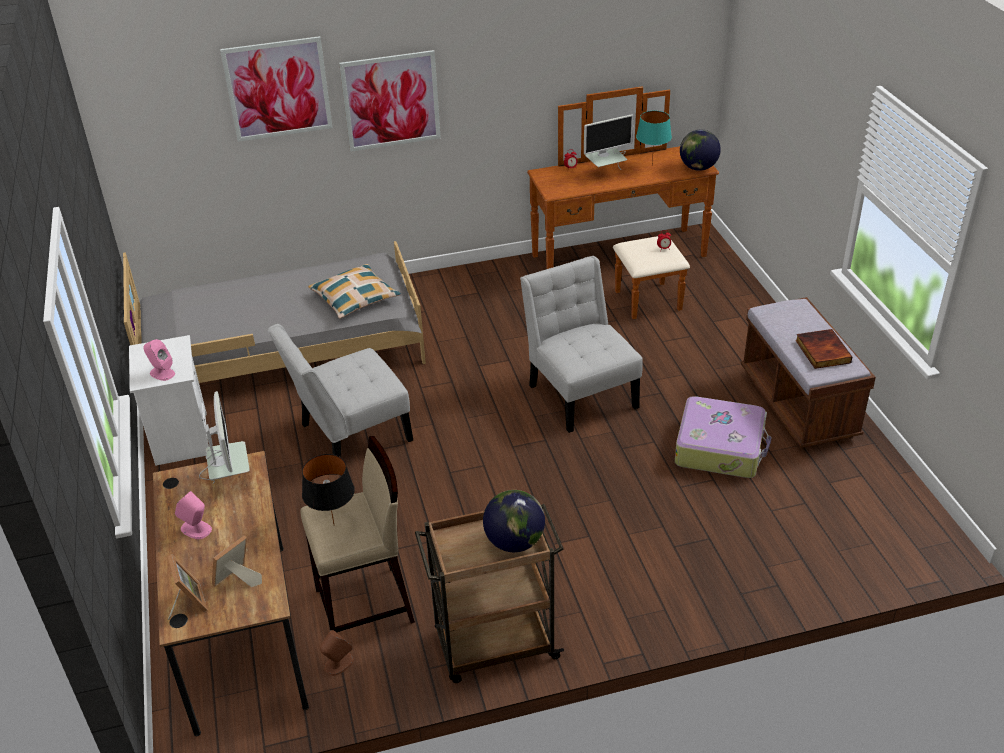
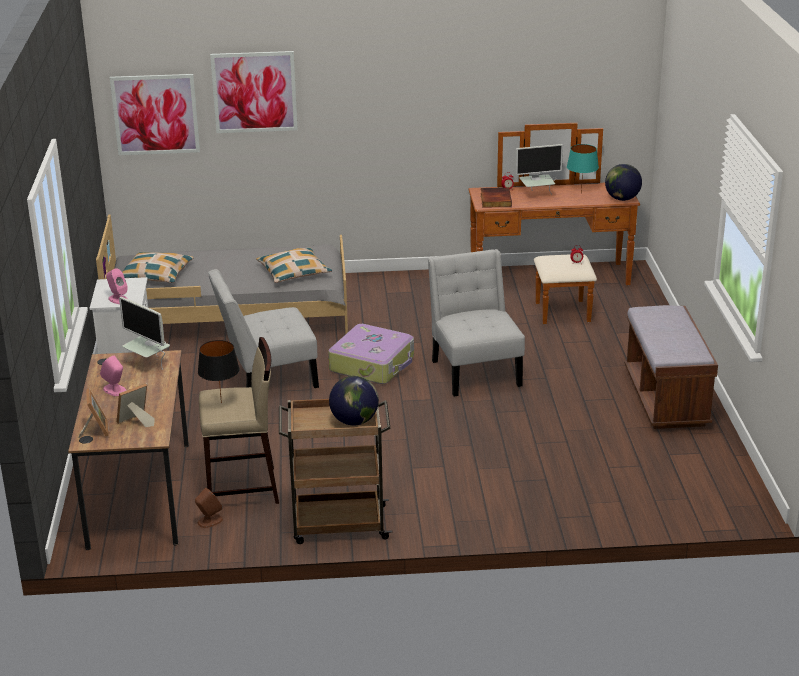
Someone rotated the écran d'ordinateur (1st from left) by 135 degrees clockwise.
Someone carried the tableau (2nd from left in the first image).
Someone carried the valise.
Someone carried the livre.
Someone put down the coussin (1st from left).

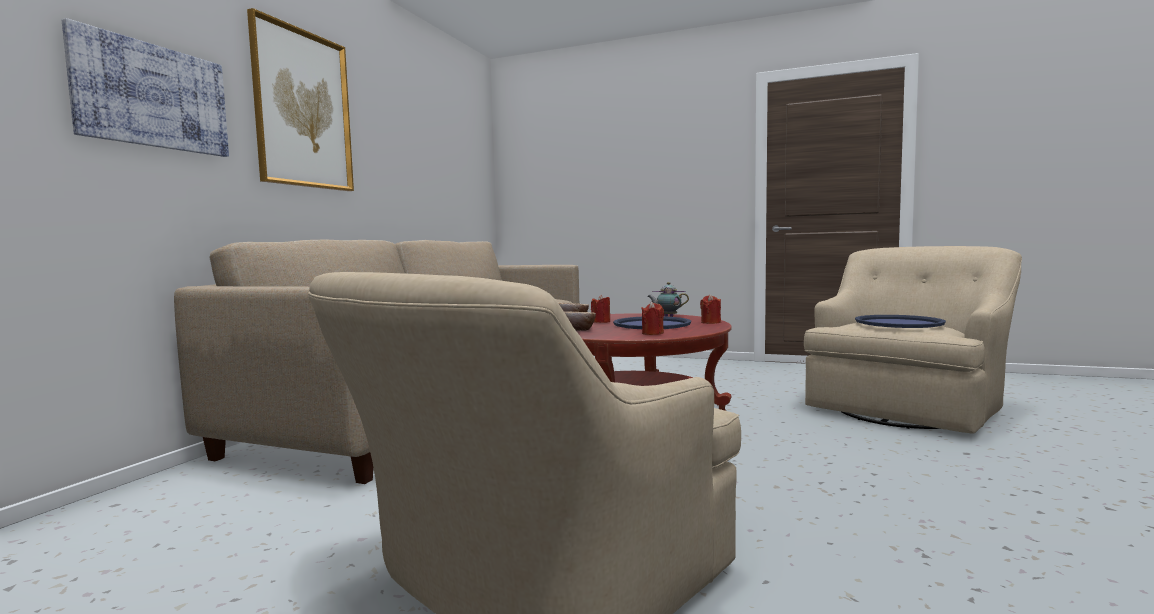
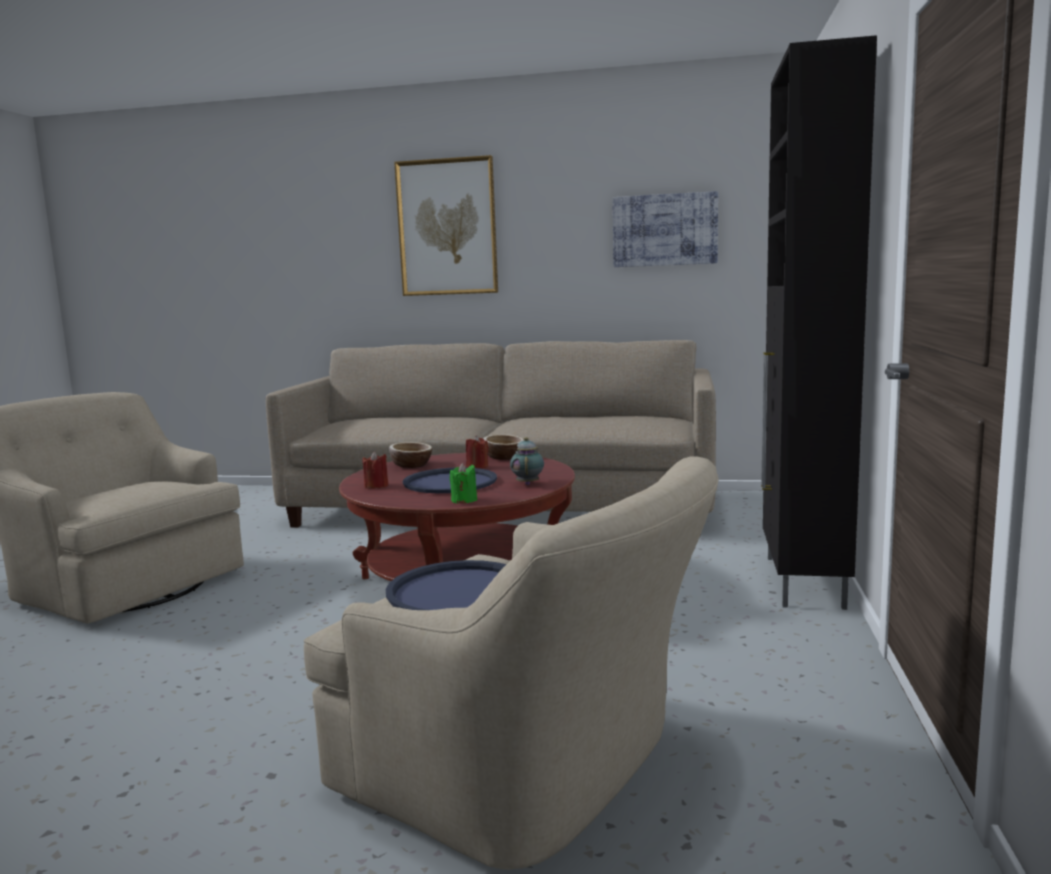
Someone carried the tableau (1st from left in the first image).
Someone repainted the bougie [rouge] (3rd from left), which became the bougie [vert].
Someone put down the meuble de rangement [noir].

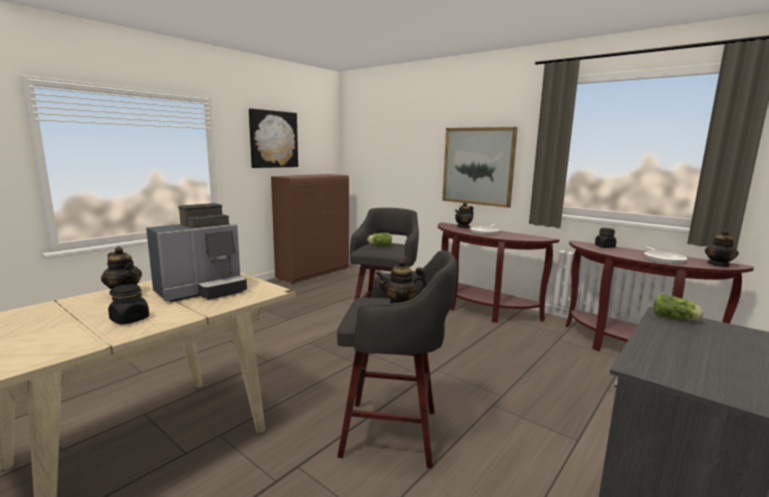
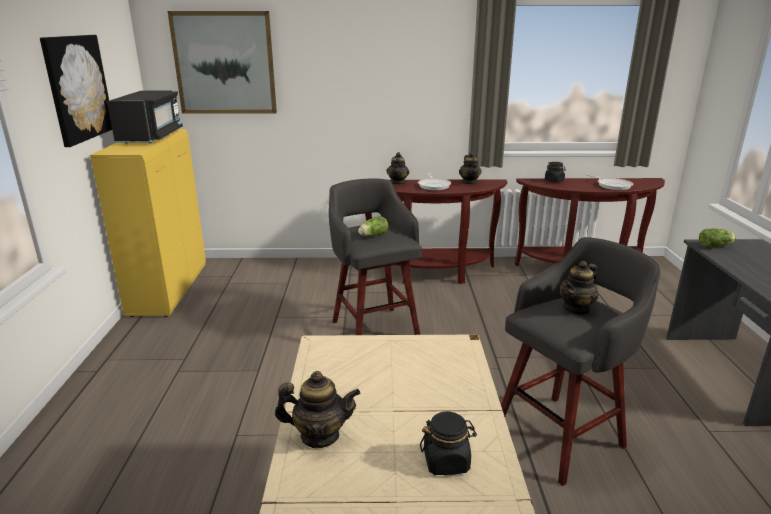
Someone took away the machine à café.
Someone repainted the meuble de rangement [marron], which became the meuble de rangement [jaune].
Someone carried the tableau (2nd from left).
Someone carried the théière (4th from left in the first image).
Someone put down the micro-ondes [noir].

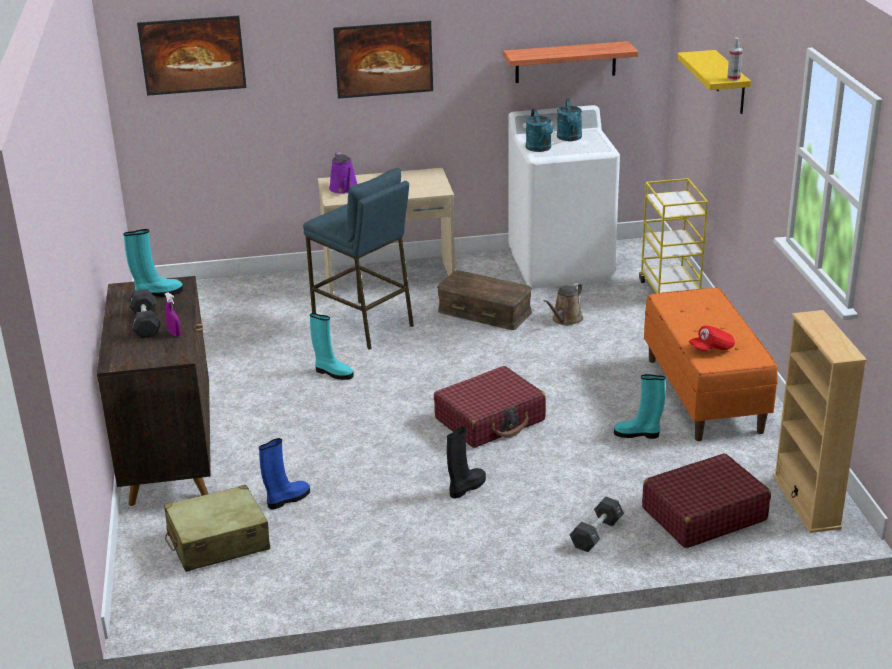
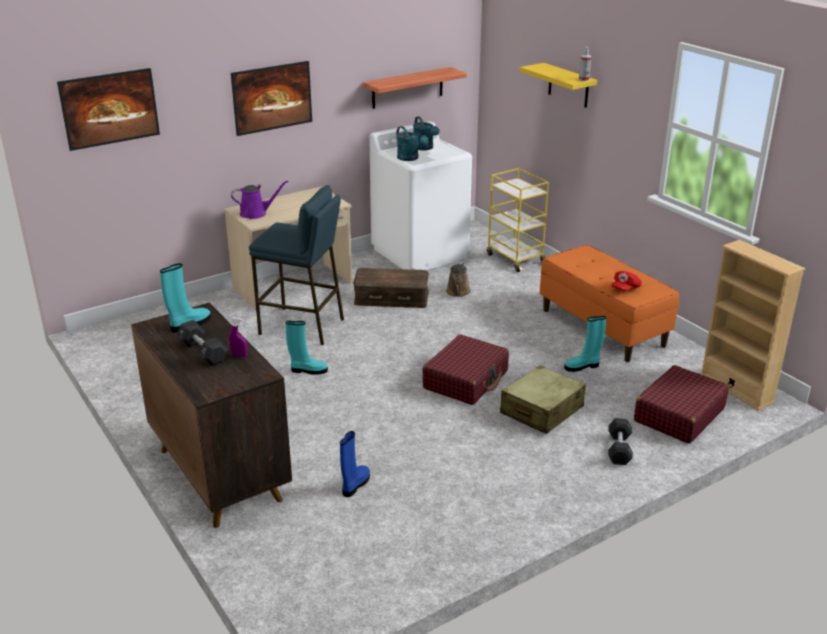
Someone carried the valise [beige].
Someone rotated the arrosoir [violet] by 60 degrees counterclockwise.
Someone took away the botte [noir].

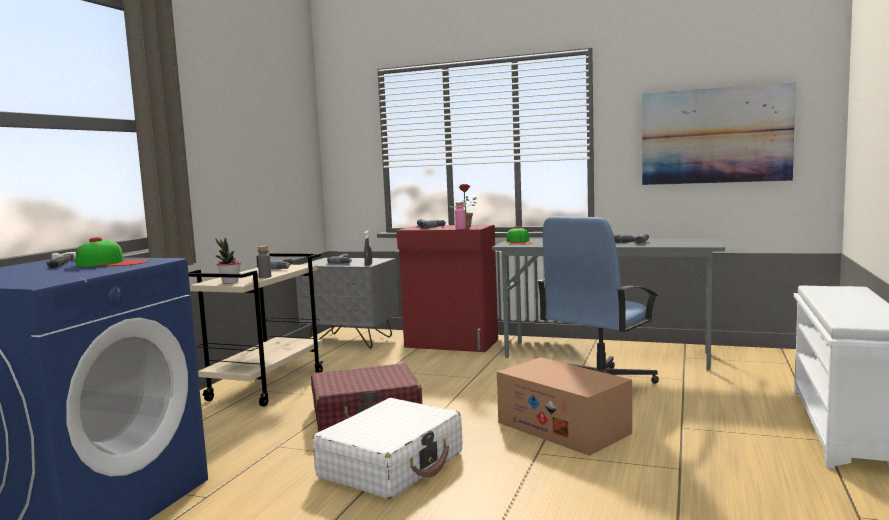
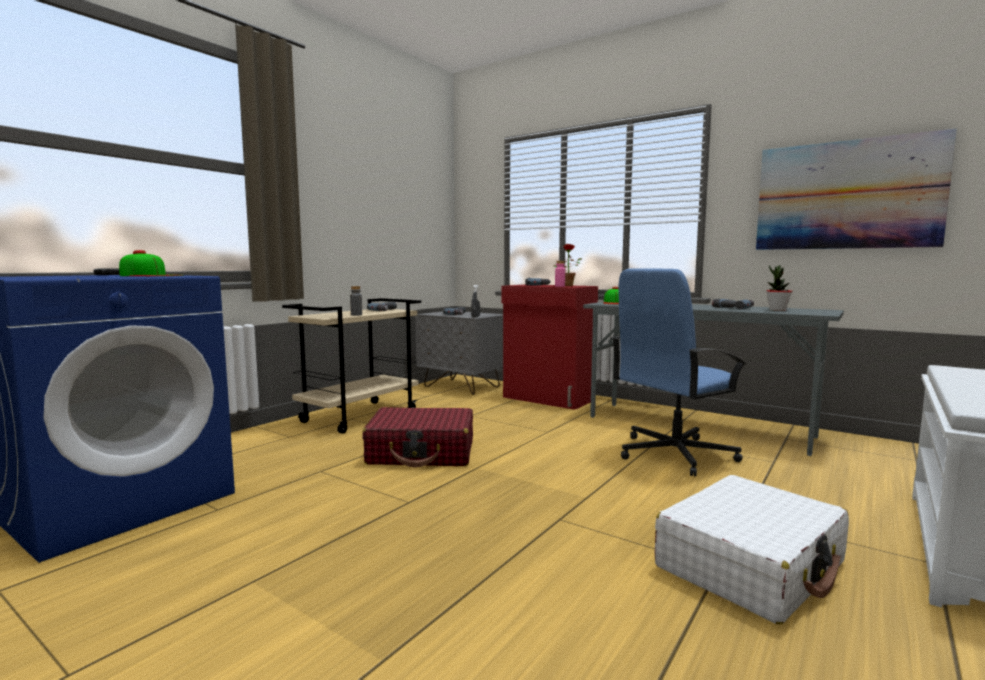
Someone carried the plante en pot (1st from left in the first image).
Someone carried the valise [blanc].
Someone took away the carton.

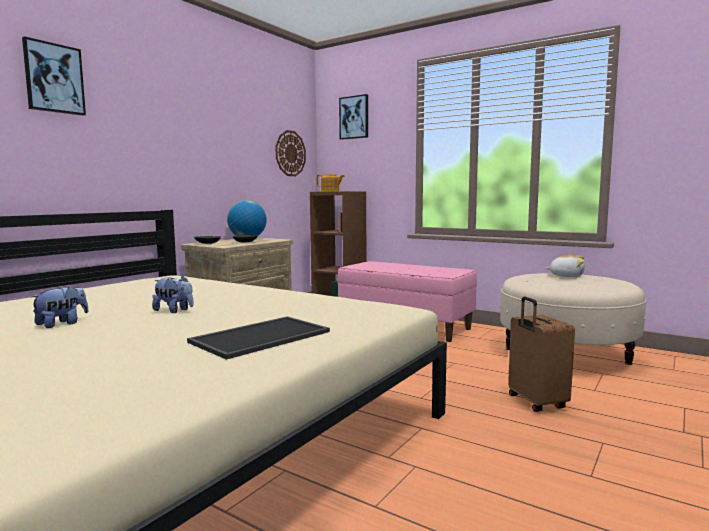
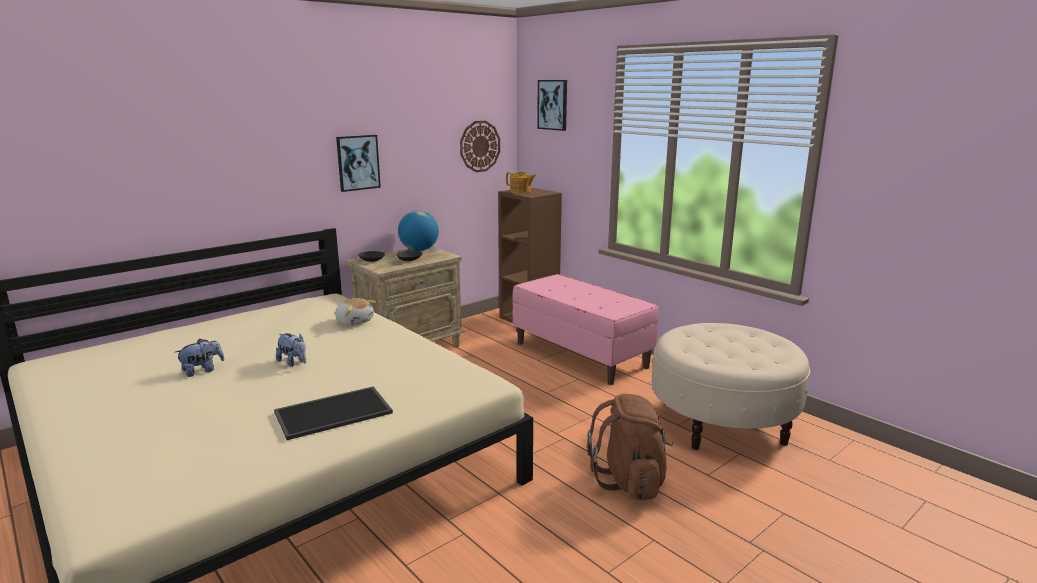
Someone carried the tableau (1st from left).
Someone swapped the valise [marron] for the sac à dos [marron].
Someone carried the peluche (3rd from left).

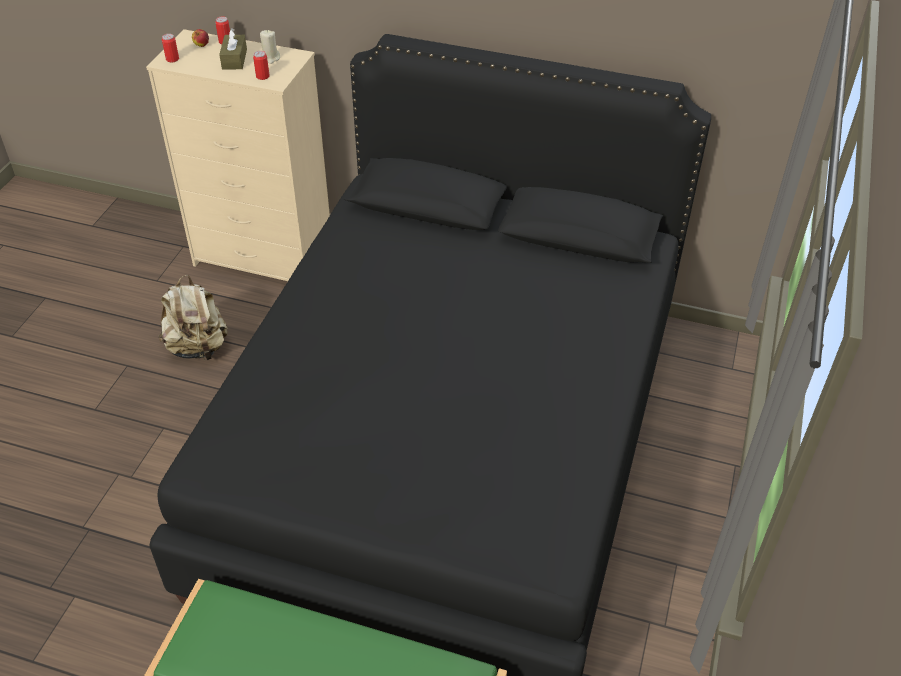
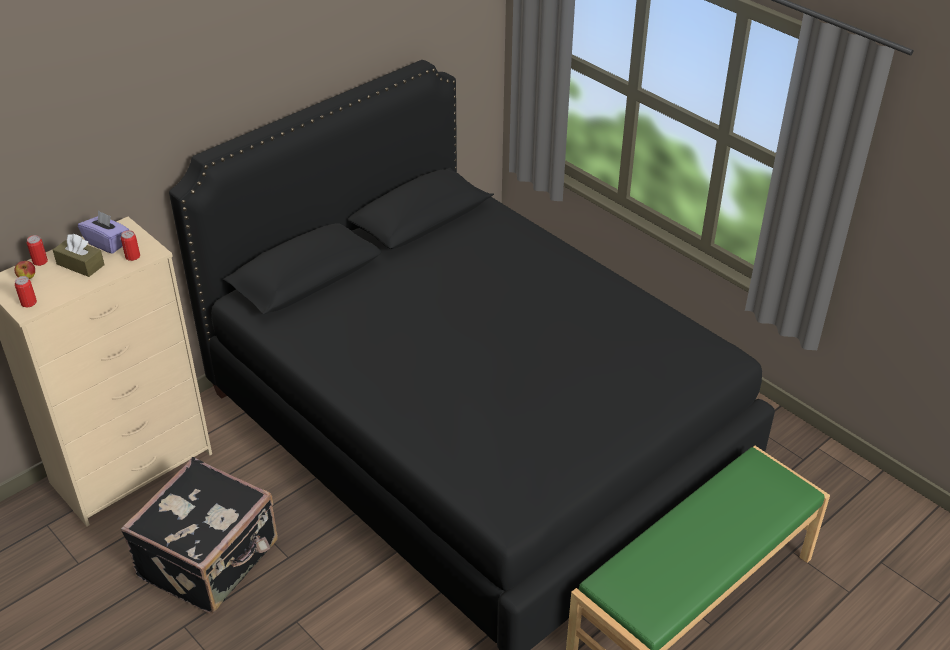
Someone swapped the sac à dos [beige] for the valise [noir].
Someone swapped the bougie [beige] for the boîte à mouchoirs [violet].

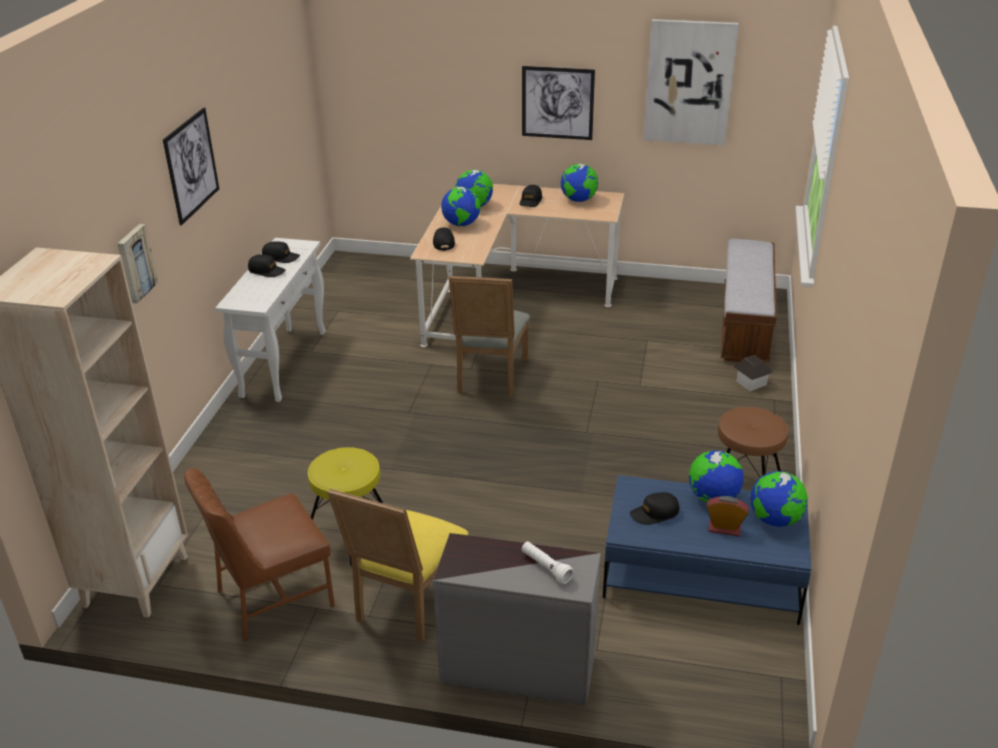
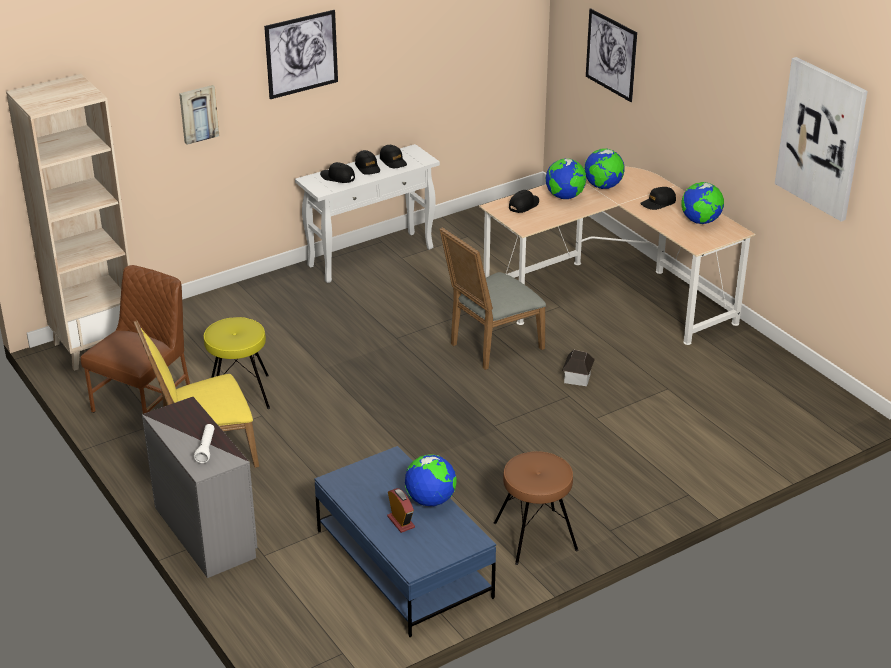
Someone rotated the chaise [marron] by 105 degrees clockwise.
Someone carried the tableau (3rd from left).
Someone carried the casquette [noir] (5th from left in the first image).
Someone took away the banc.
Someone carried the maison miniature.
Someone took away the globe (5th from left).

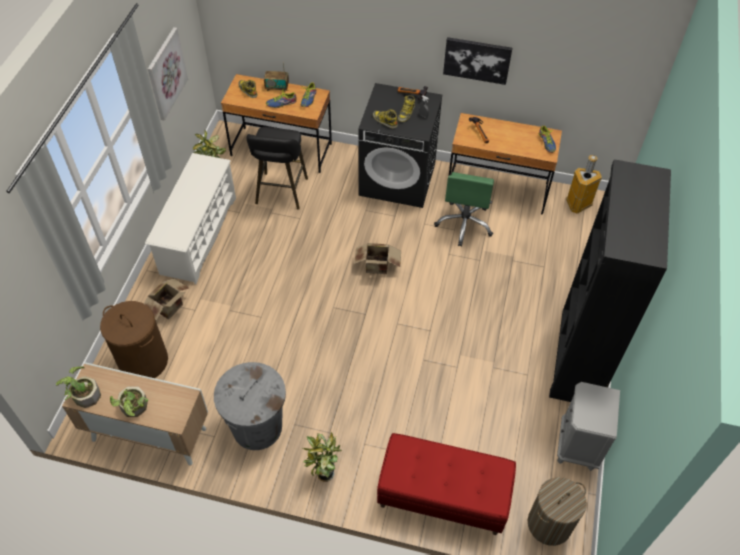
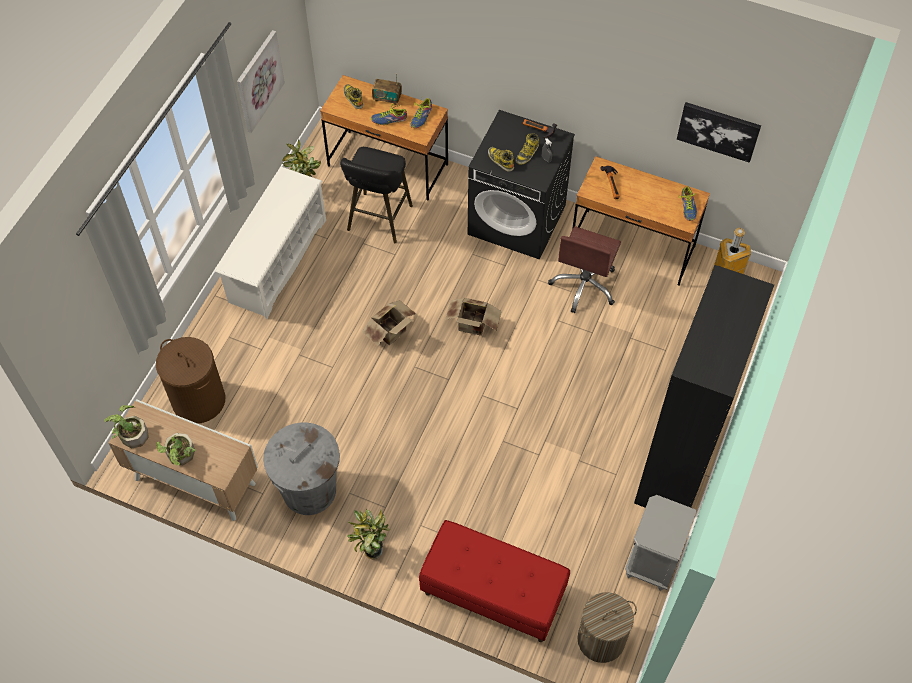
Someone carried the carton (1st from left).
Someone repainted the chaise de bureau [vert], which became the chaise de bureau [marron].
Someone carried the tableau (2nd from left).

